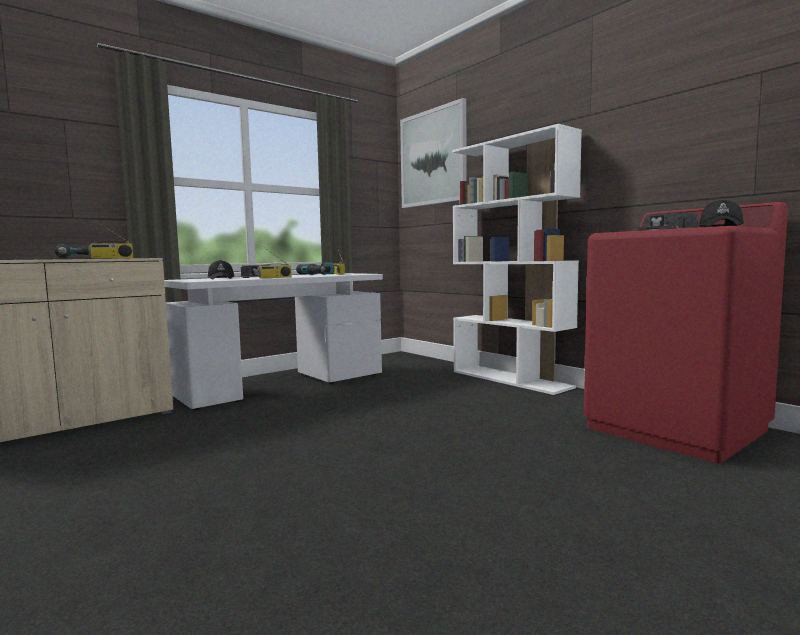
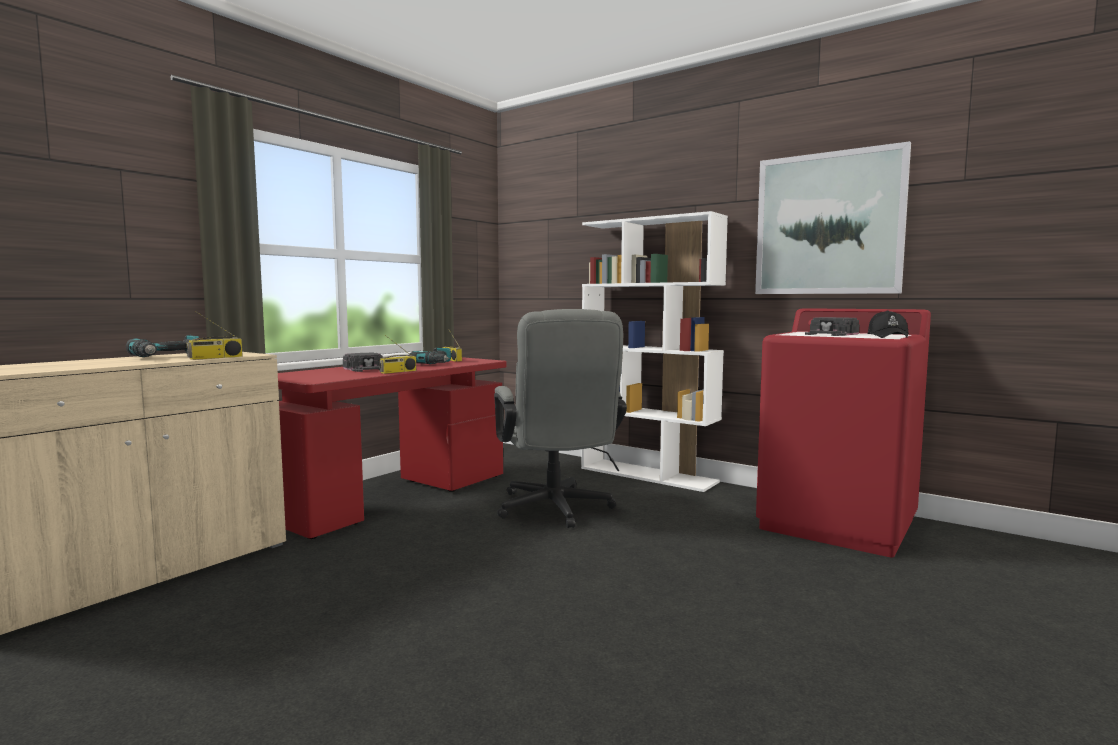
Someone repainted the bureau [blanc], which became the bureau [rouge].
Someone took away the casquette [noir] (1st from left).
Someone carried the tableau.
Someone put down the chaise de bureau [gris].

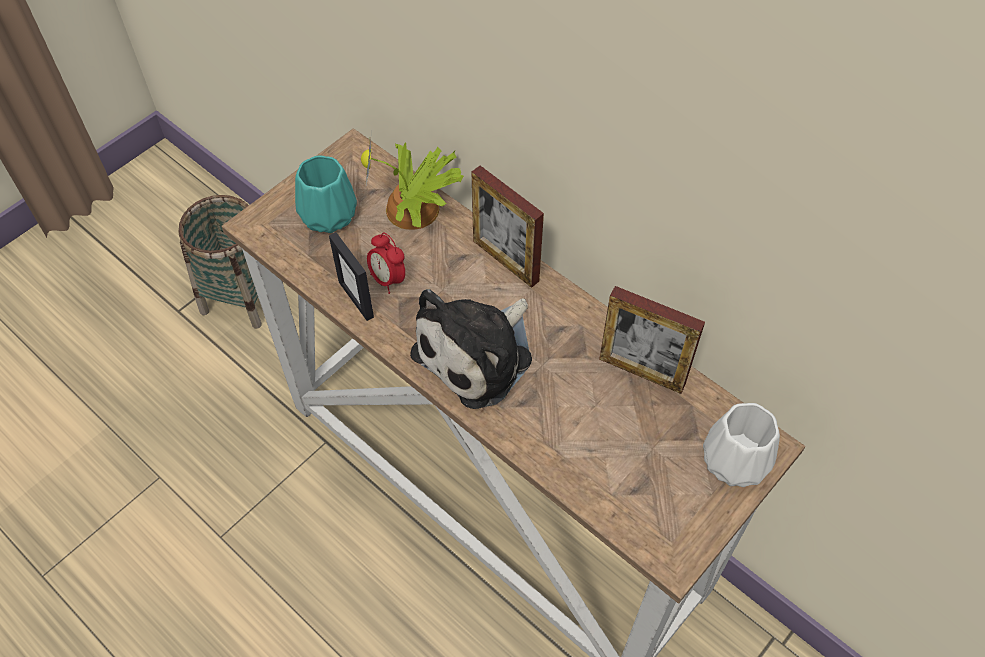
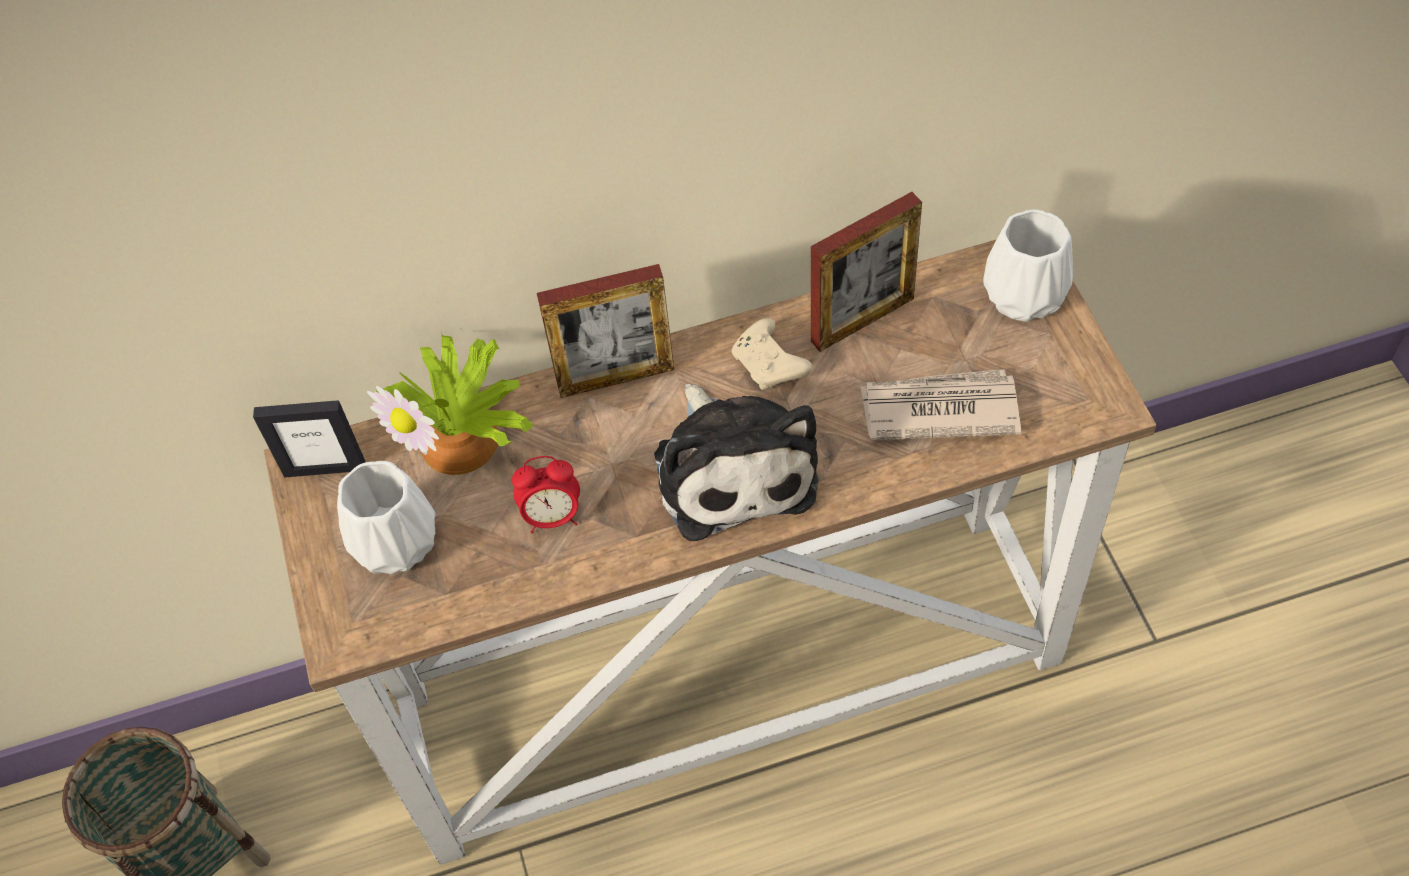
Someone repainted the vase [turquoise], which became the vase [blanc] (1st from left).
Someone carried the cadre photo (1st from left).
Someone put down the manette [beige].
Someone put down the journal.

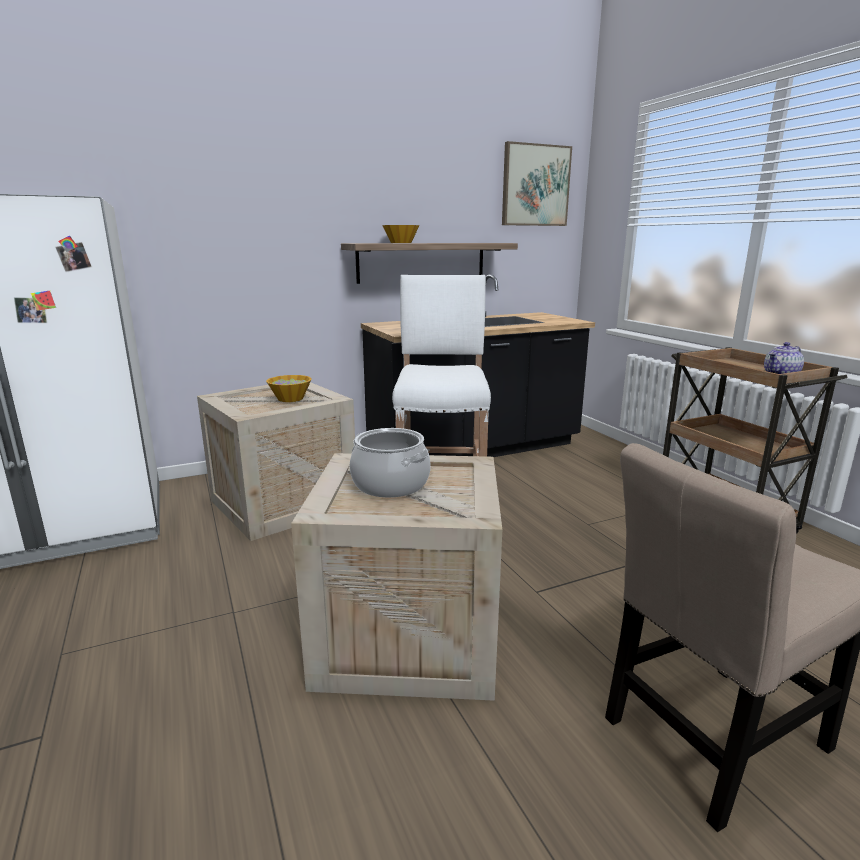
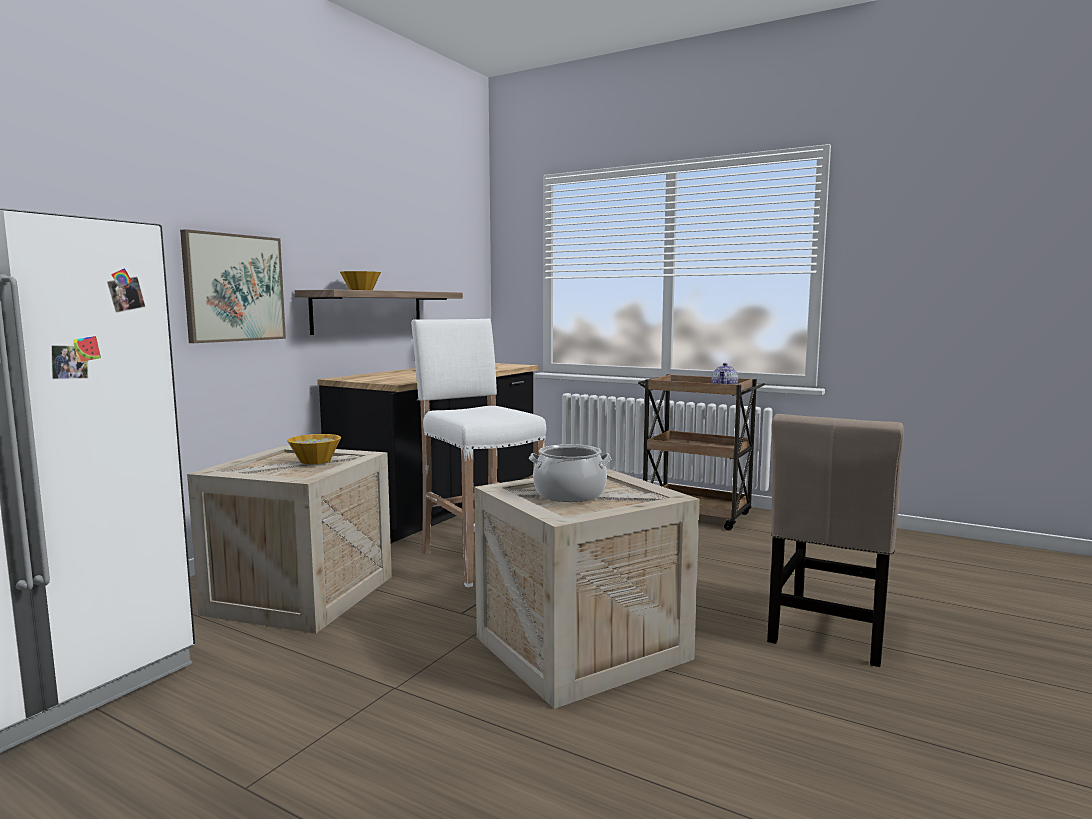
Someone carried the tableau.

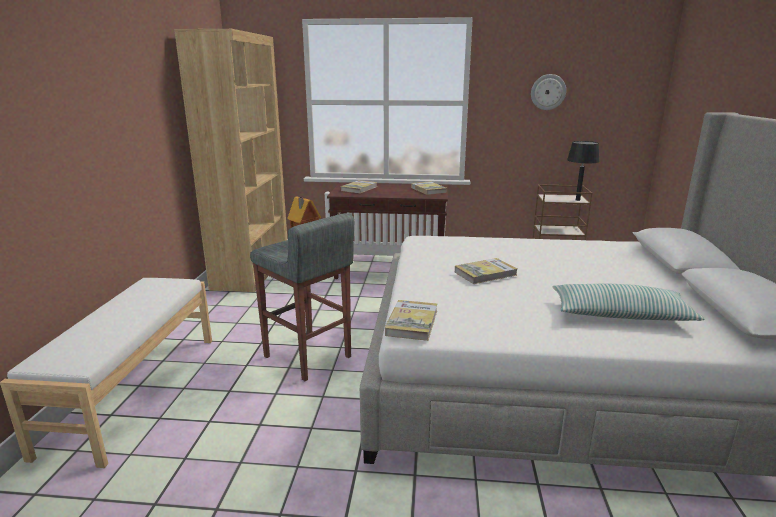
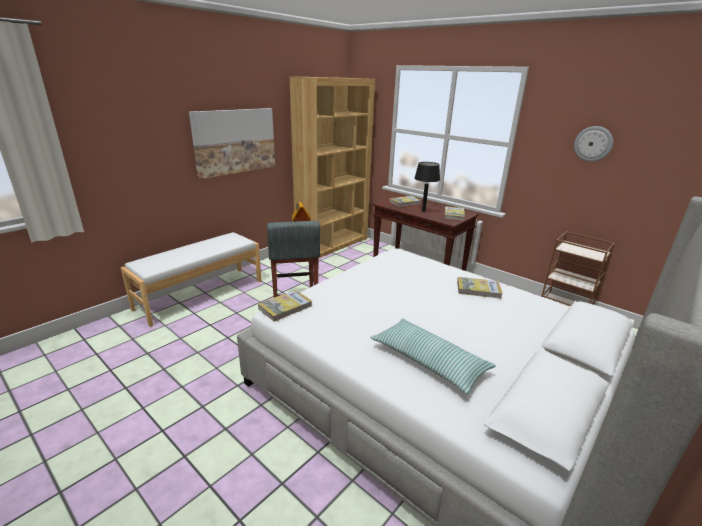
Someone carried the livre (4th from left).
Someone carried the lampe de table [noir].
Someone put up the tableau.

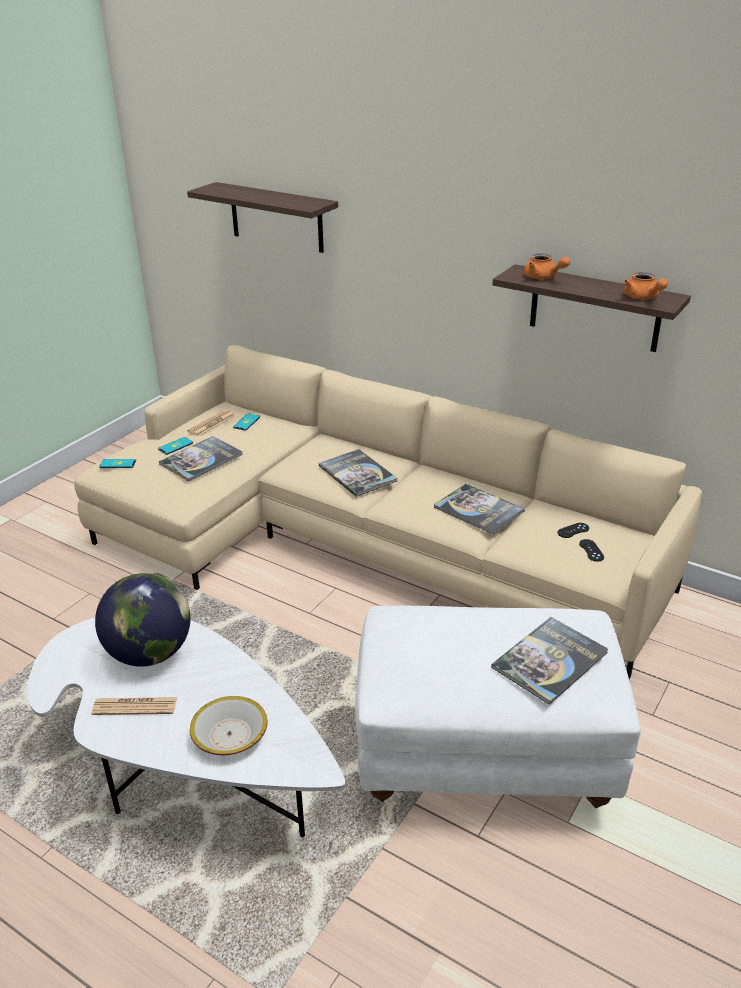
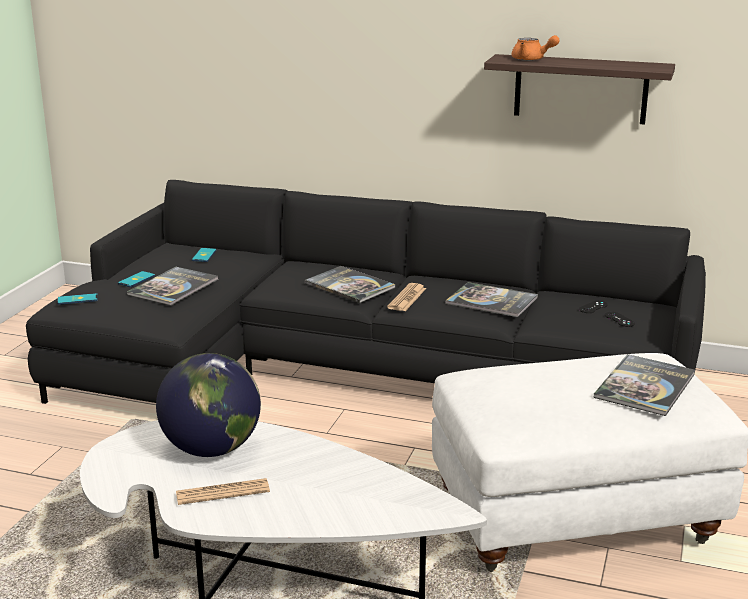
Someone repainted the canapé [beige], which became the canapé [noir].
Someone took away the étagère (1st from left).
Someone carried the journal (2nd from left).
Someone took away the bol.
Someone took away the théière [orange] (2nd from left).

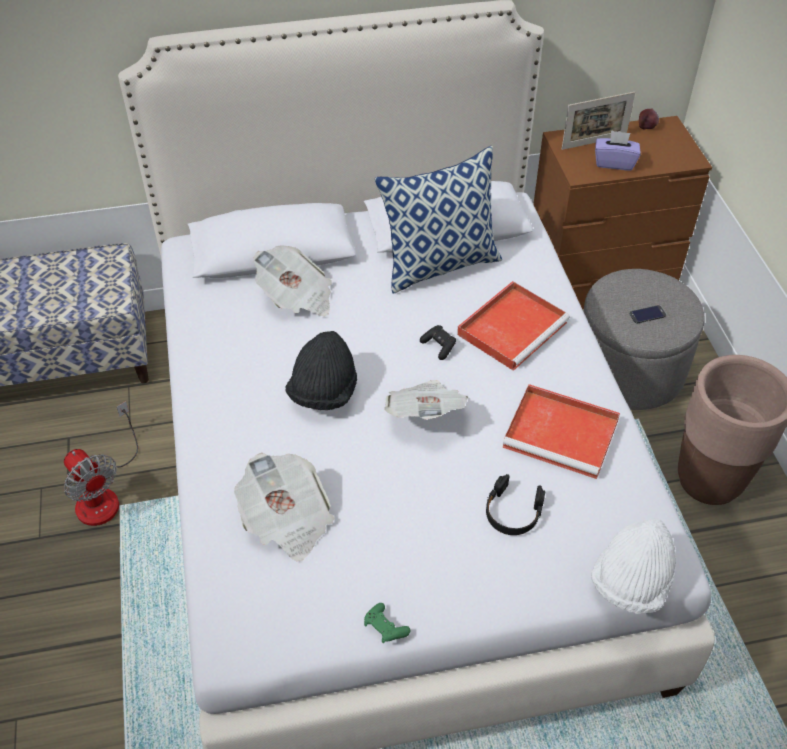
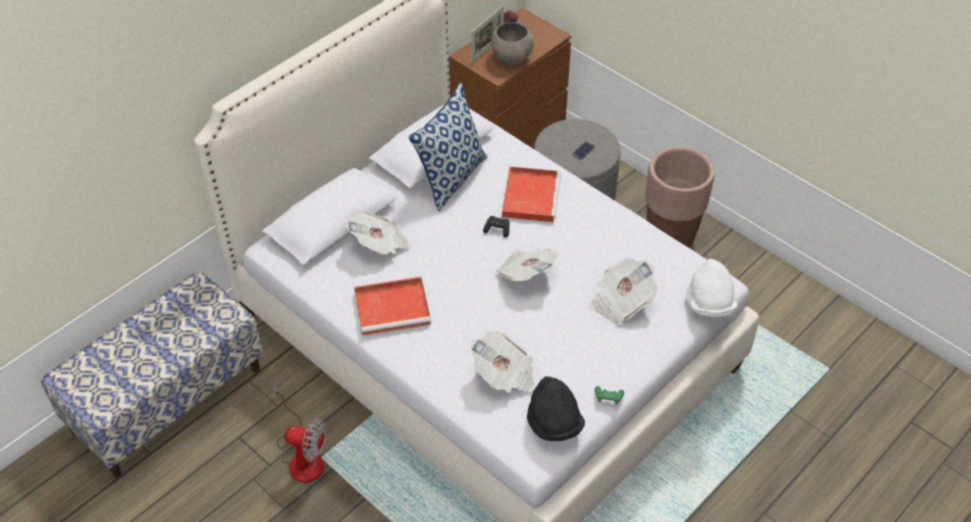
Someone carried the chapeau [noir].
Someone swapped the casque audio [noir] for the journal (4th from left).
Someone carried the plateau [rouge] (2nd from left in the first image).
Someone swapped the boîte à mouchoirs [violet] for the bol [gris].

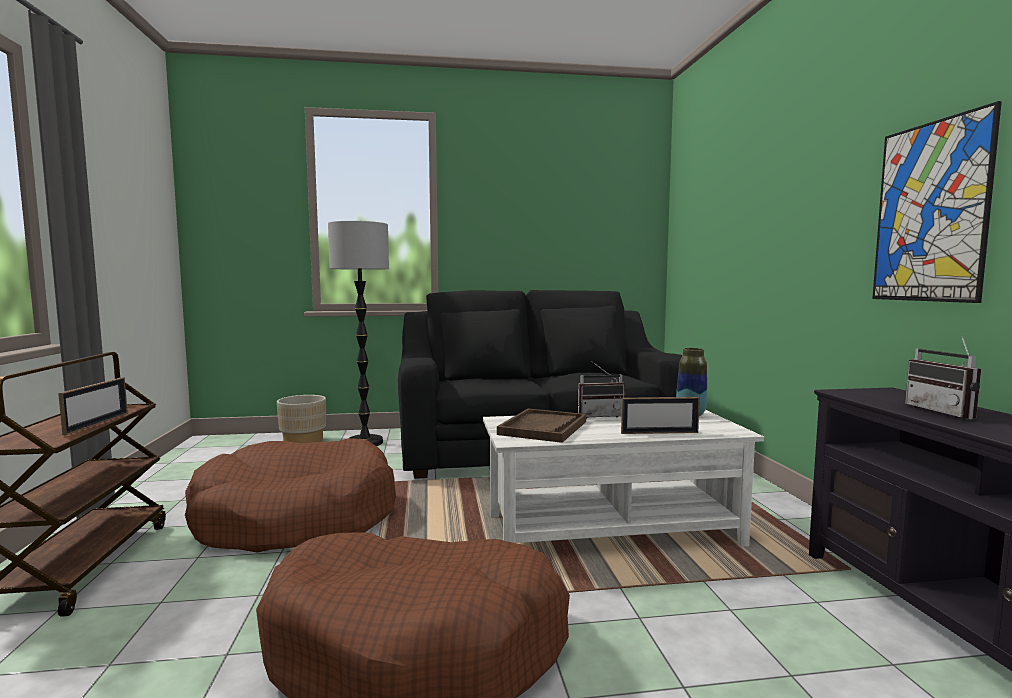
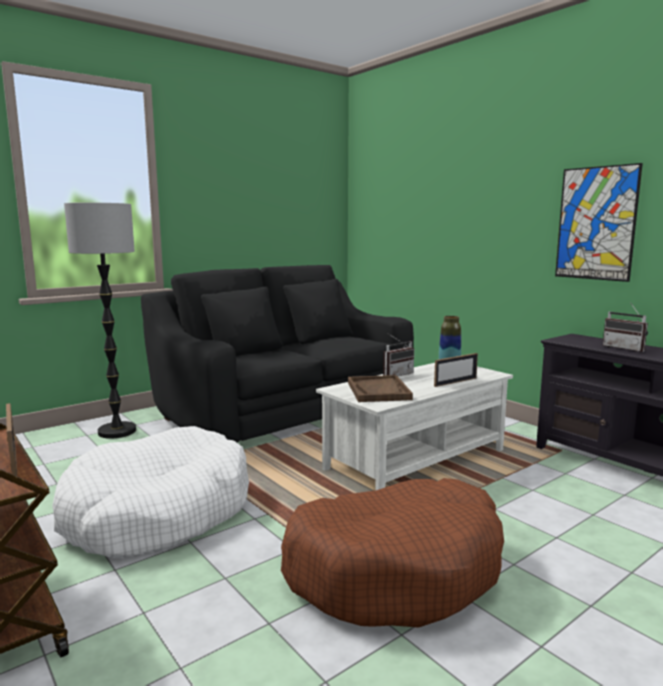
Someone repainted the panier pour chien [marron] (1st from left), which became the panier pour chien [blanc].
Someone took away the cache-pot [beige].

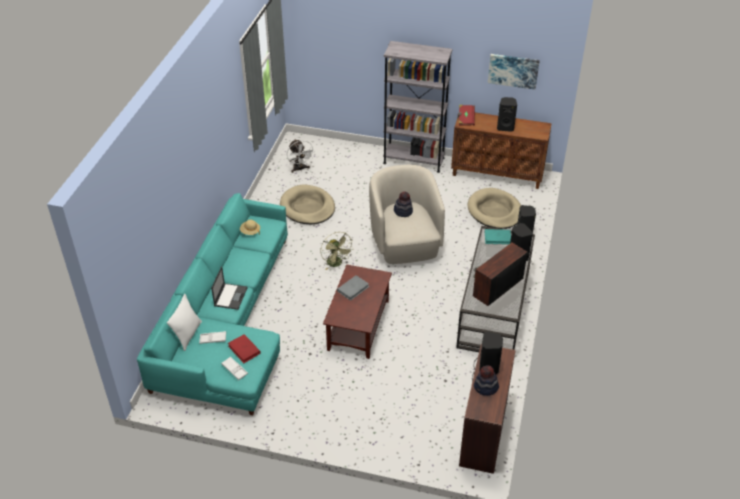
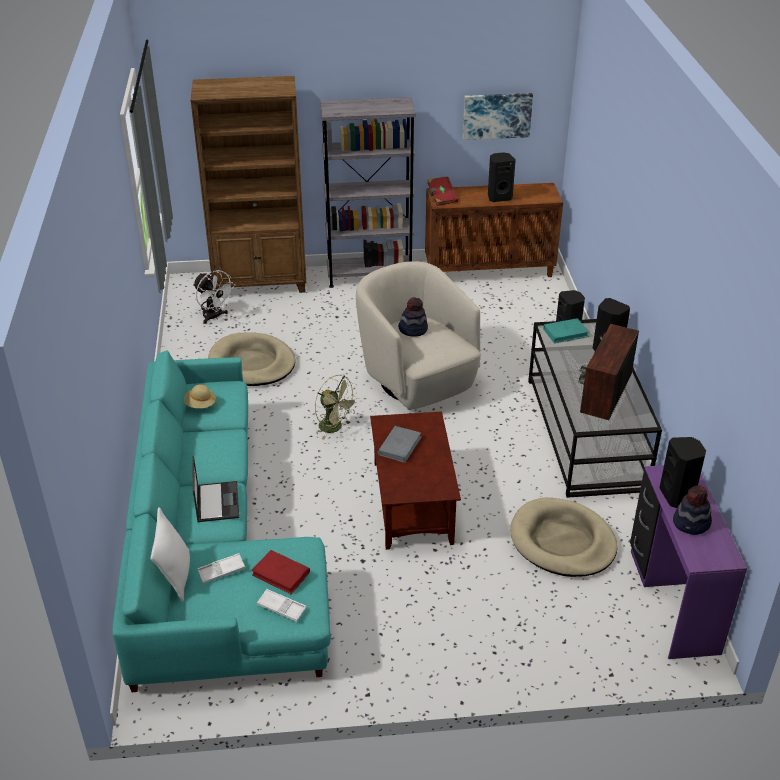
Someone repainted the bureau [marron], which became the bureau [violet].
Someone carried the panier pour chien [beige] (2nd from left).
Someone put down the bibliothèque [marron].

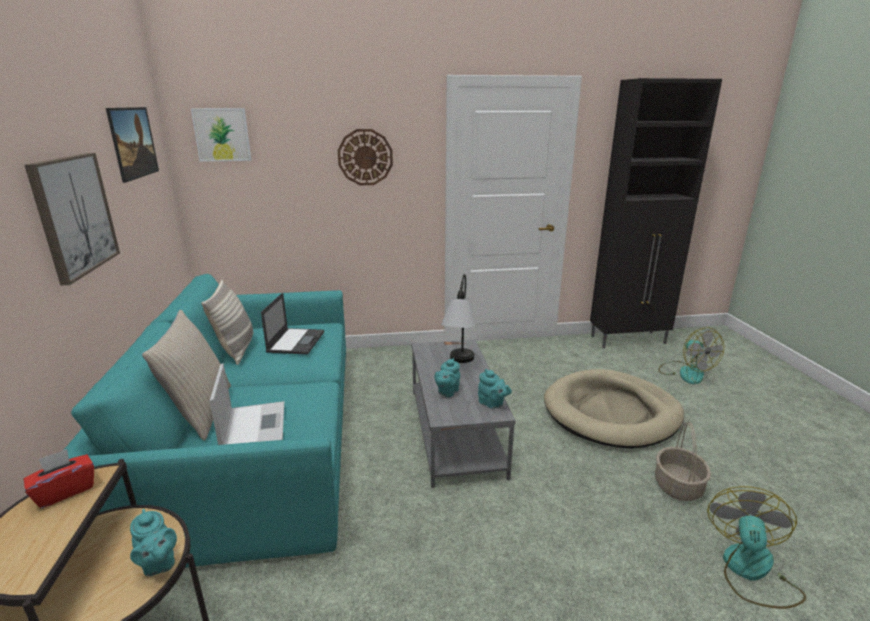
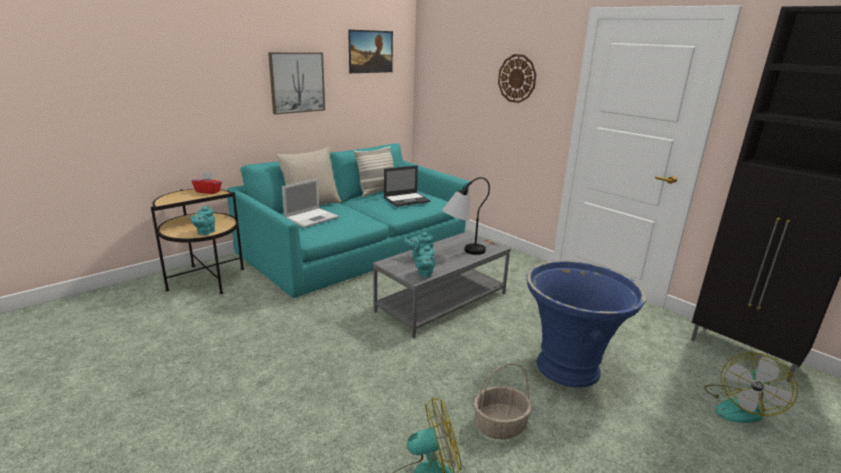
Someone took away the tableau (3rd from left).
Someone swapped the panier pour chien [beige] for the cache-pot [bleu].

